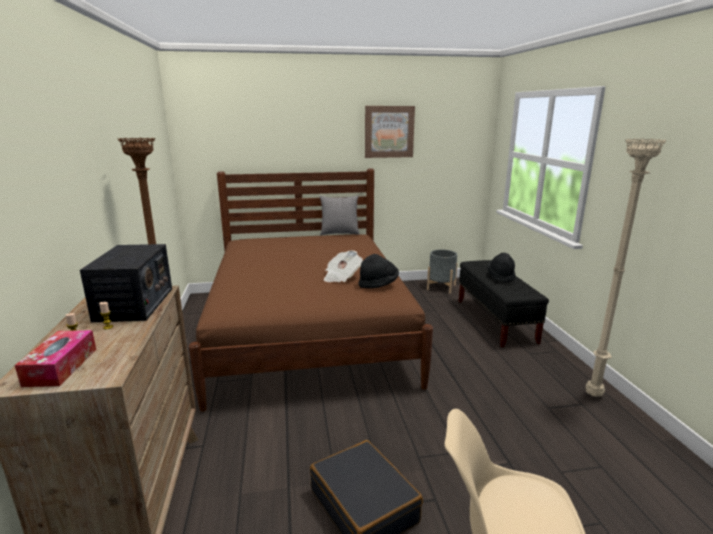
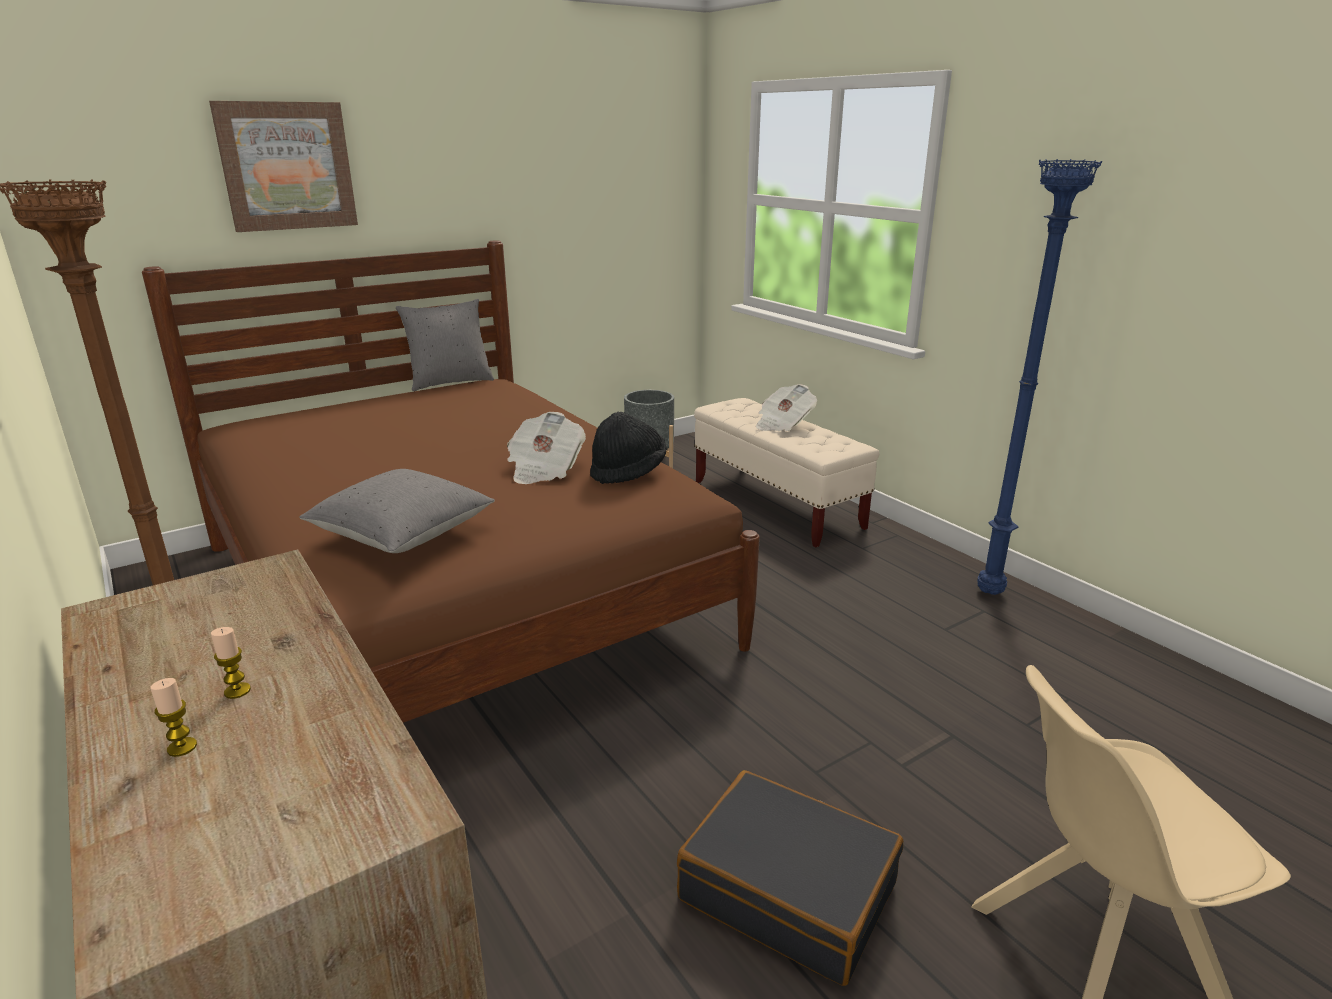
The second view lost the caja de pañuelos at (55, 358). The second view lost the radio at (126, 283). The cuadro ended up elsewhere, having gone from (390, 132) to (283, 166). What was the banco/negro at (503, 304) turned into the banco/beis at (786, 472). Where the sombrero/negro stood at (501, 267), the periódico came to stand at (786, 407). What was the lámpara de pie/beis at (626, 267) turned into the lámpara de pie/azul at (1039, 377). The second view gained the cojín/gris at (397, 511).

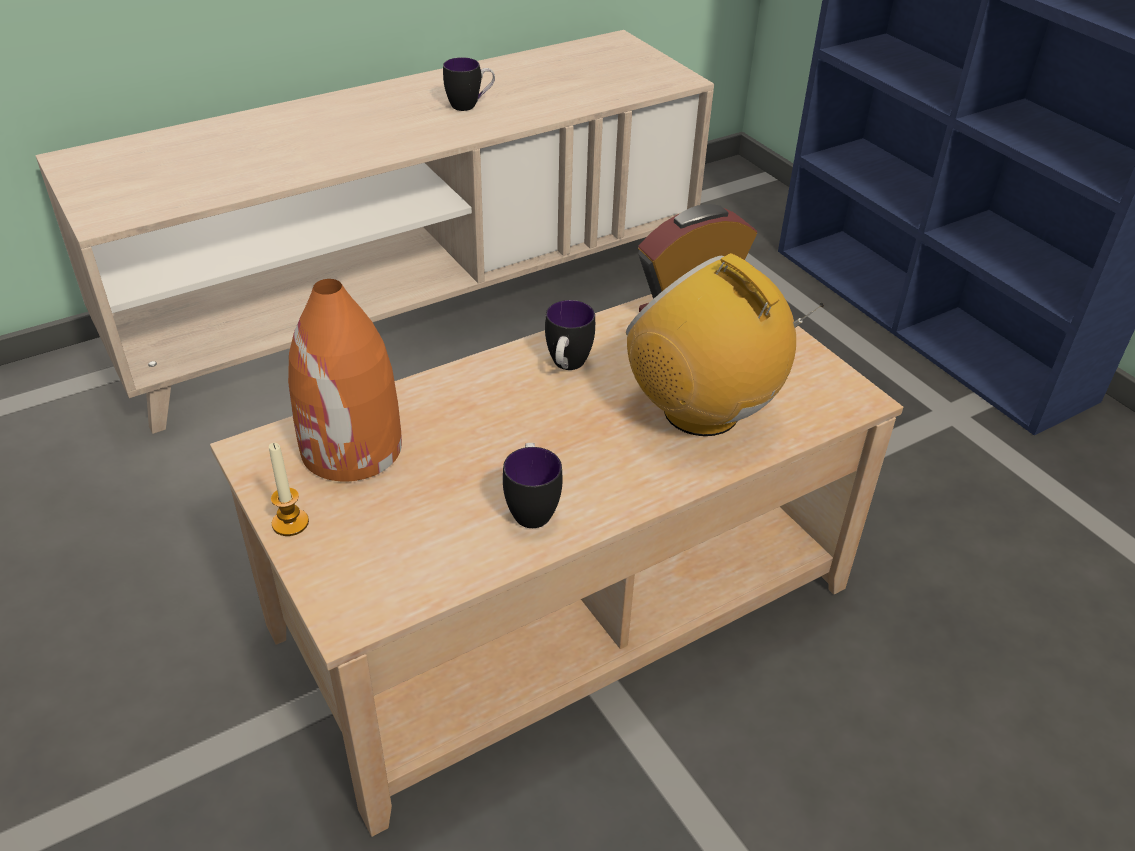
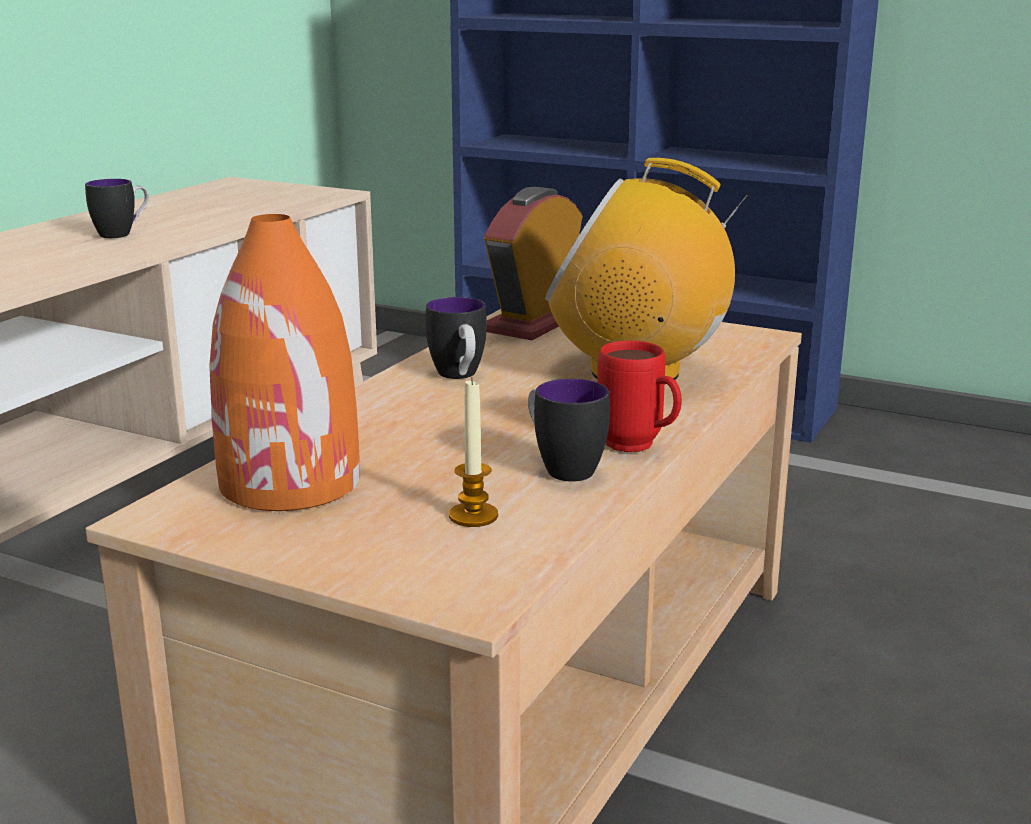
The vela ended up elsewhere, having gone from (289, 489) to (473, 453). The second view gained the taza grande/rojo at (639, 396).

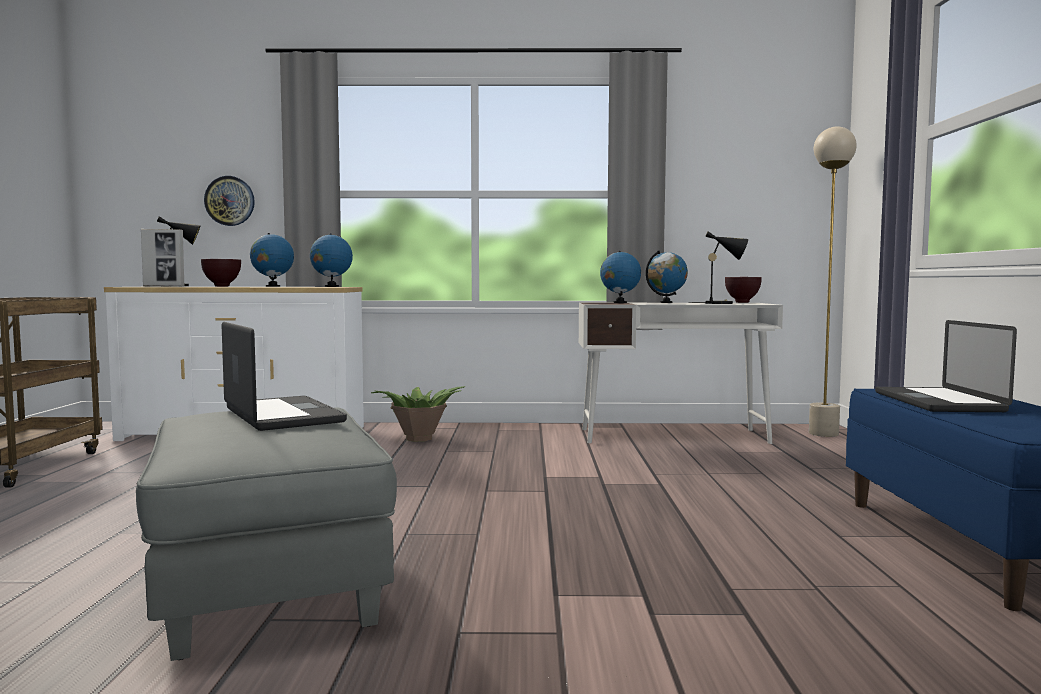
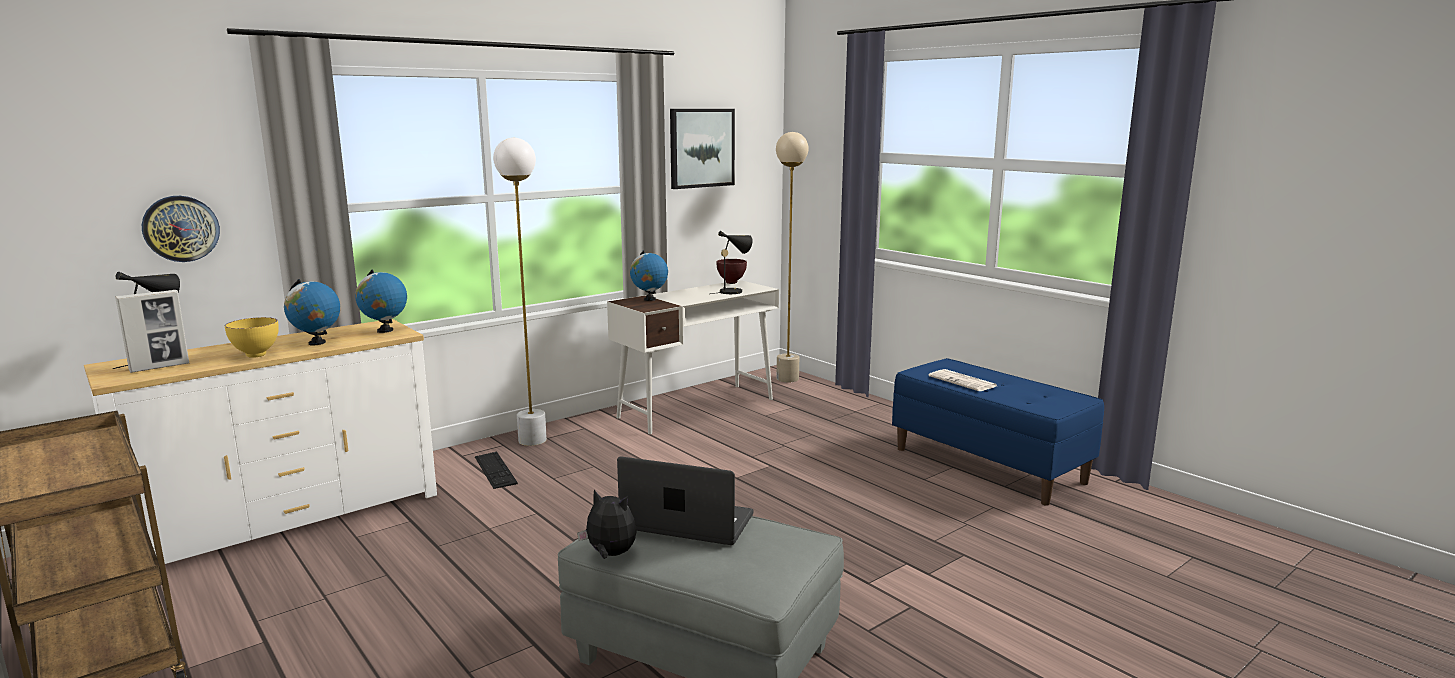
What was the cuenco/marrón at (221, 273) turned into the cuenco/amarillo at (252, 337). Where the planta en maceta stood at (418, 414), the teclado came to stand at (496, 470). The second view lost the globo terráqueo at (667, 276). Where the portátil stood at (946, 366), the periódico came to stand at (962, 380). The second view gained the lámpara de pie/blanco at (520, 292). The second view gained the peluche at (607, 524). The second view gained the cuadro at (702, 149).

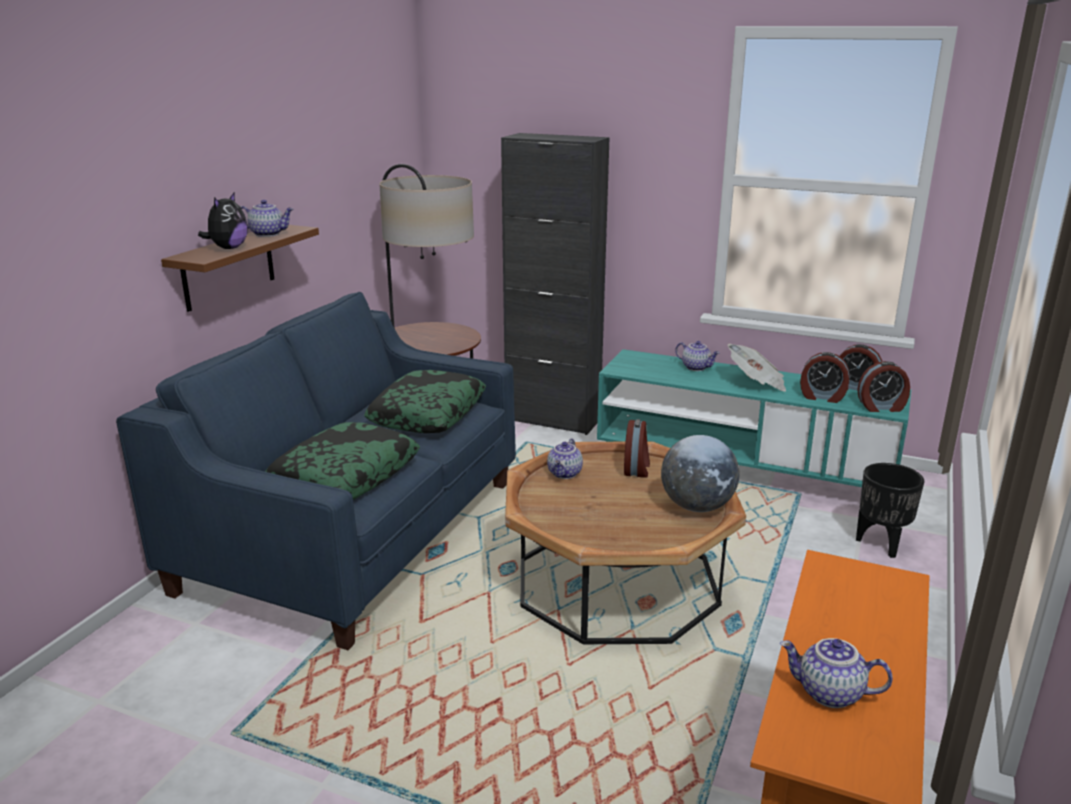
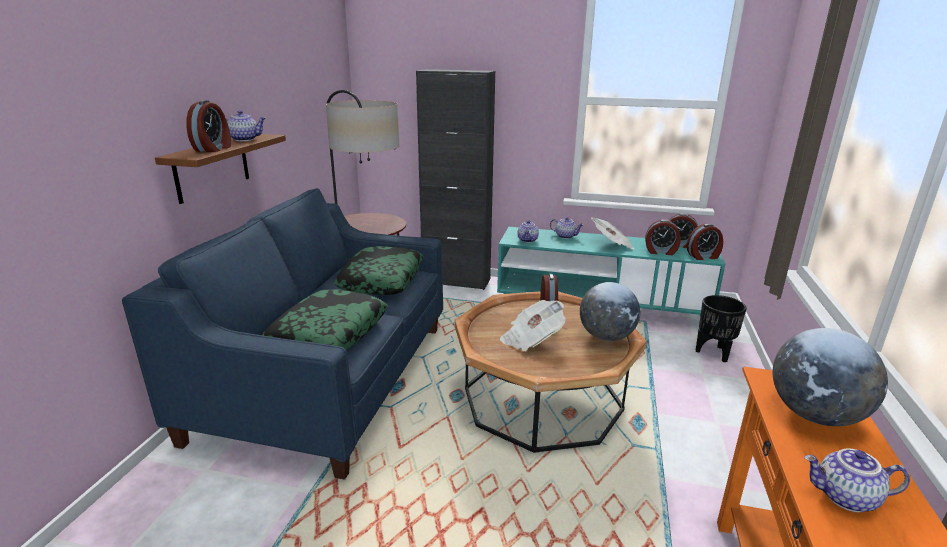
Where the peluche stood at (223, 221), the despertador came to stand at (208, 126). The tetera ended up elsewhere, having gone from (565, 458) to (528, 231). The second view gained the periódico at (533, 325). The second view gained the globo terráqueo at (830, 377).

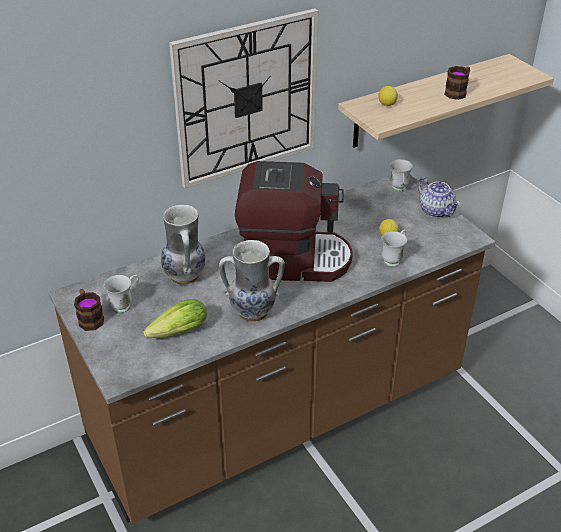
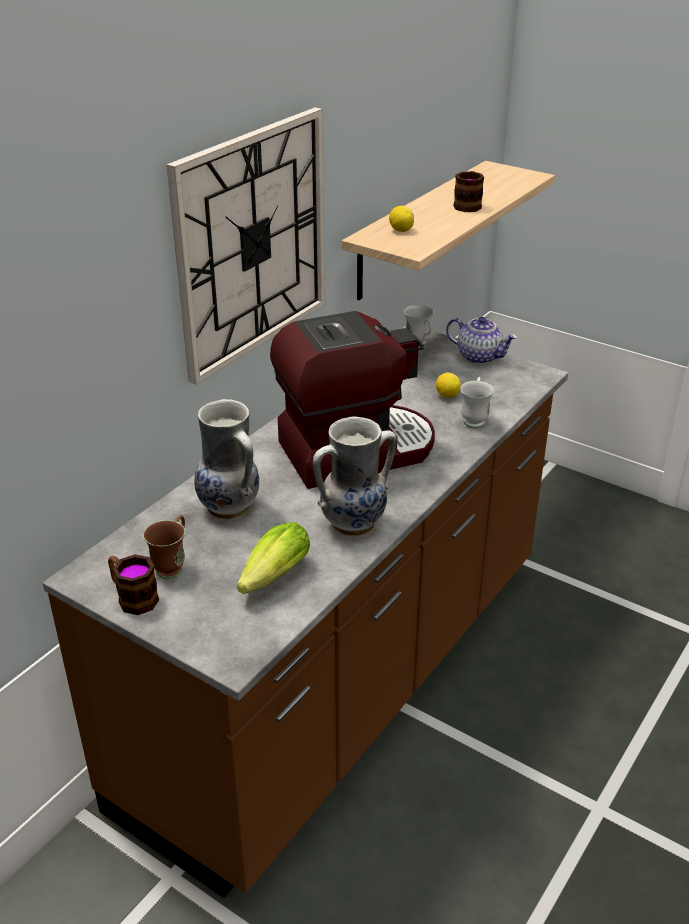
What was the taza grande/blanco at (121, 294) turned into the taza grande/marrón at (164, 546).

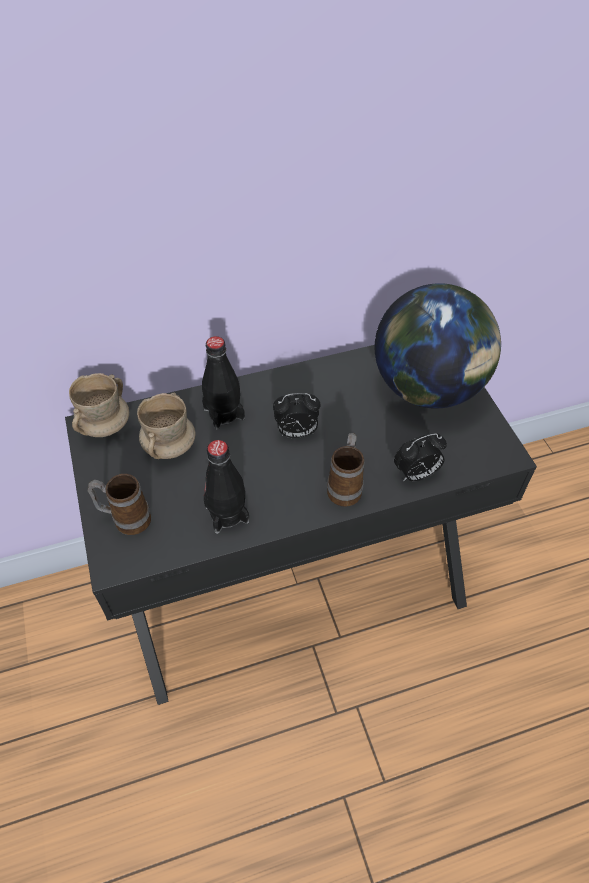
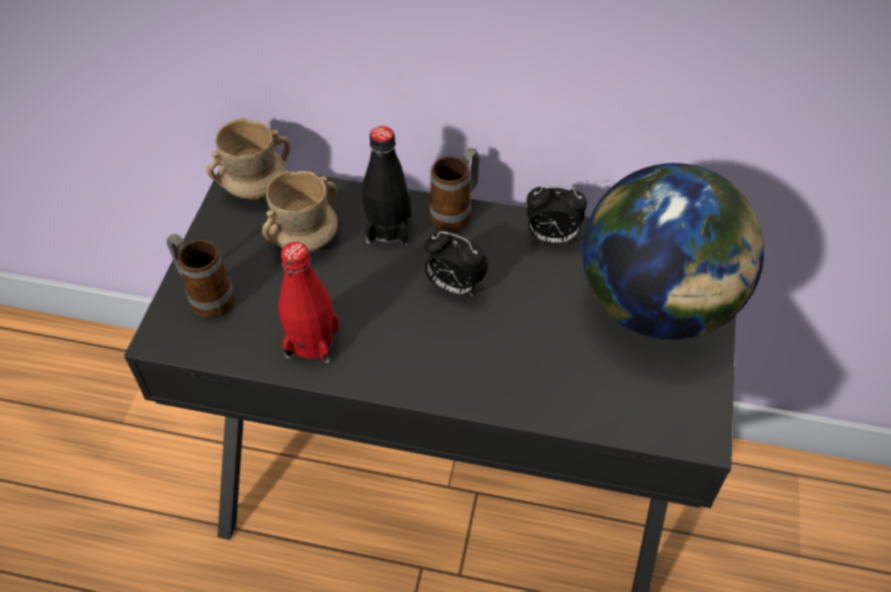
What was the botella/negro at (226, 487) turned into the botella/rojo at (308, 302). The taza grande ended up elsewhere, having gone from (345, 469) to (454, 190). The despertador ended up elsewhere, having gone from (420, 457) to (557, 214).

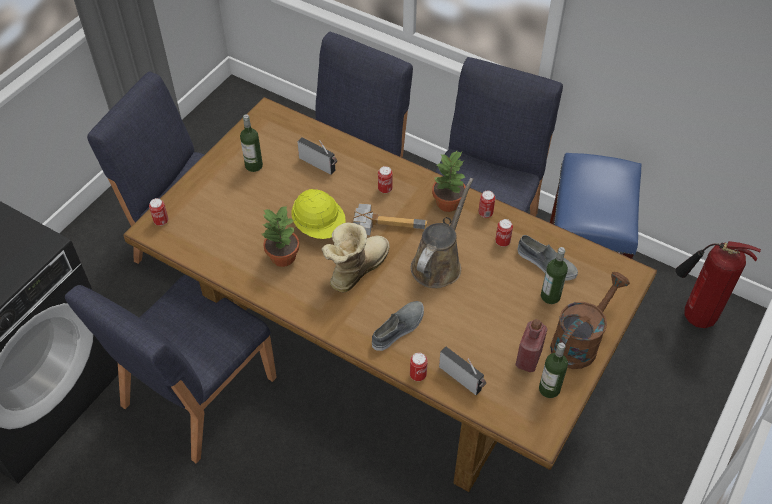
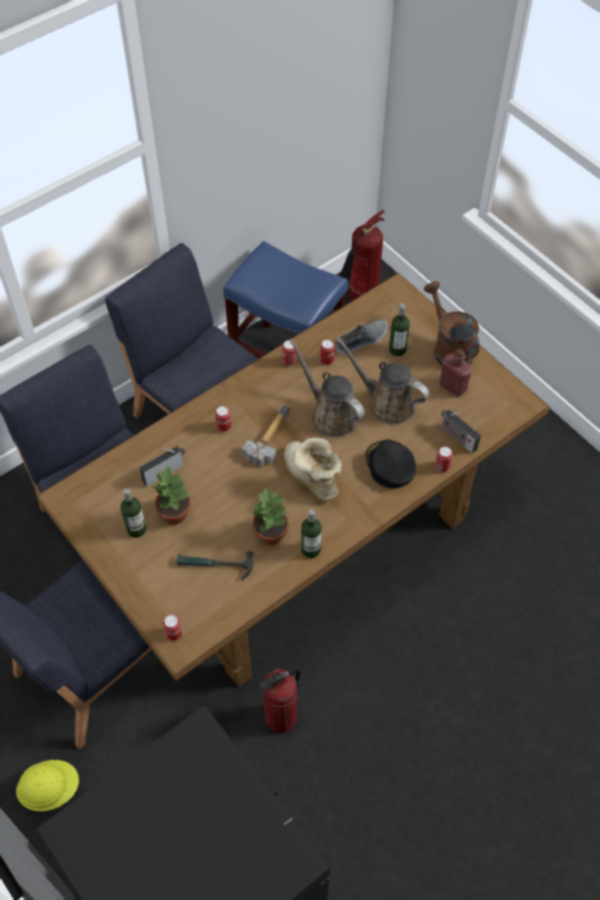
Where the silla/azul stood at (171, 369), the extintor came to stand at (279, 700). The casco/amarillo ended up elsewhere, having gone from (318, 214) to (47, 785). Where the zapato/gris stood at (398, 326), the gorra/negro came to stand at (390, 463). The planta en maceta ended up elsewhere, having gone from (449, 181) to (171, 495). The radio at (462, 371) ended up facing another way, 105 degrees counterclockwise from before. The botella ended up elsewhere, having gone from (553, 370) to (311, 533). The second view gained the martillo at (215, 565). The second view gained the regadera/marrón at (383, 381).

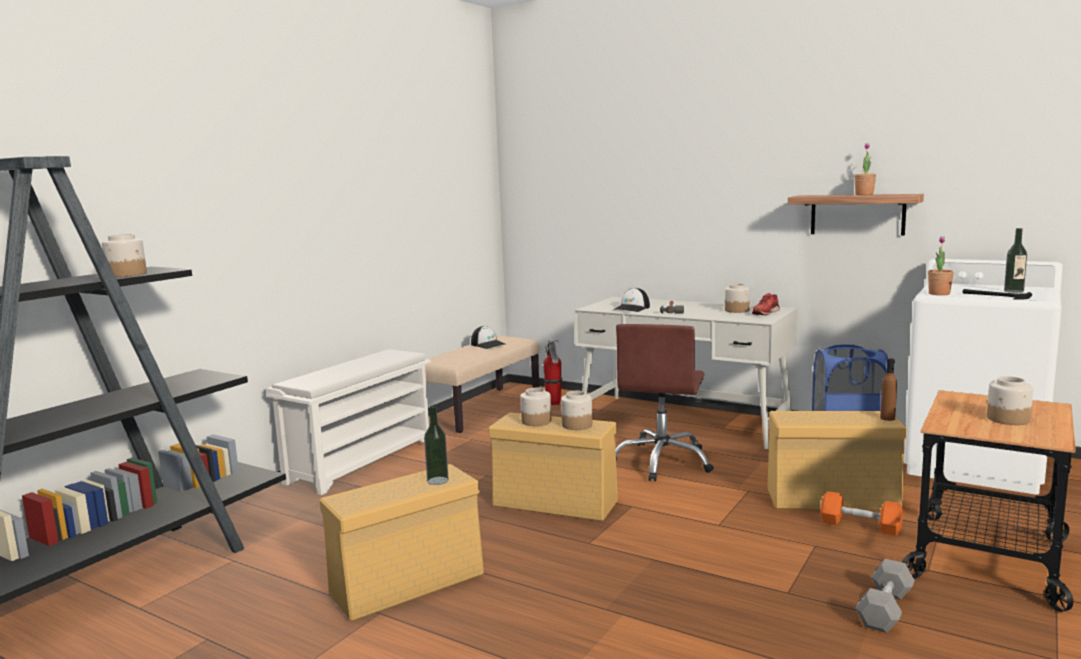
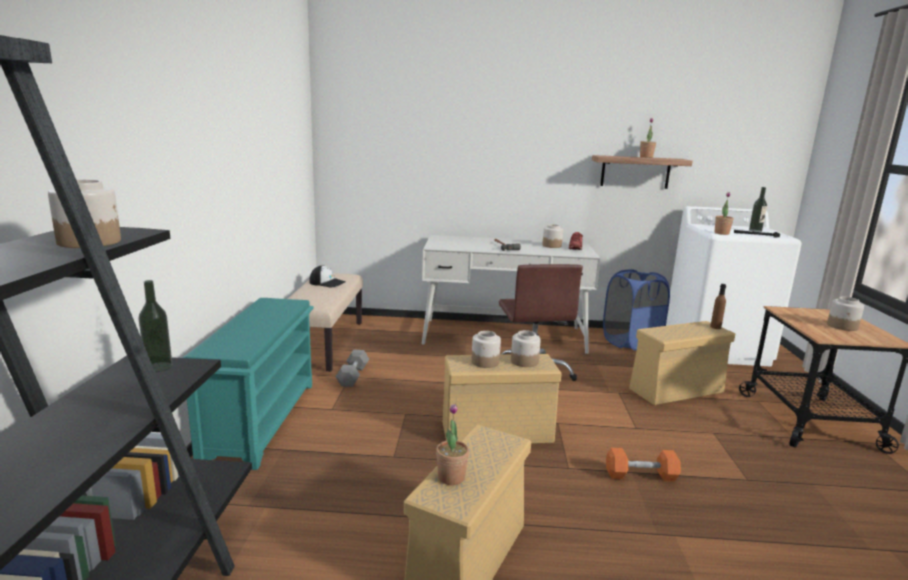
What was the zapatero/blanco at (348, 422) turned into the zapatero/turquesa at (248, 384). The botella ended up elsewhere, having gone from (436, 445) to (155, 326). The second view lost the extintor at (552, 372). The second view lost the gorra at (631, 300). The mancuerna/naranja ended up elsewhere, having gone from (861, 513) to (643, 464). The mancuerna/gris ended up elsewhere, having gone from (885, 596) to (352, 368). The second view gained the planta en maceta at (452, 444).

